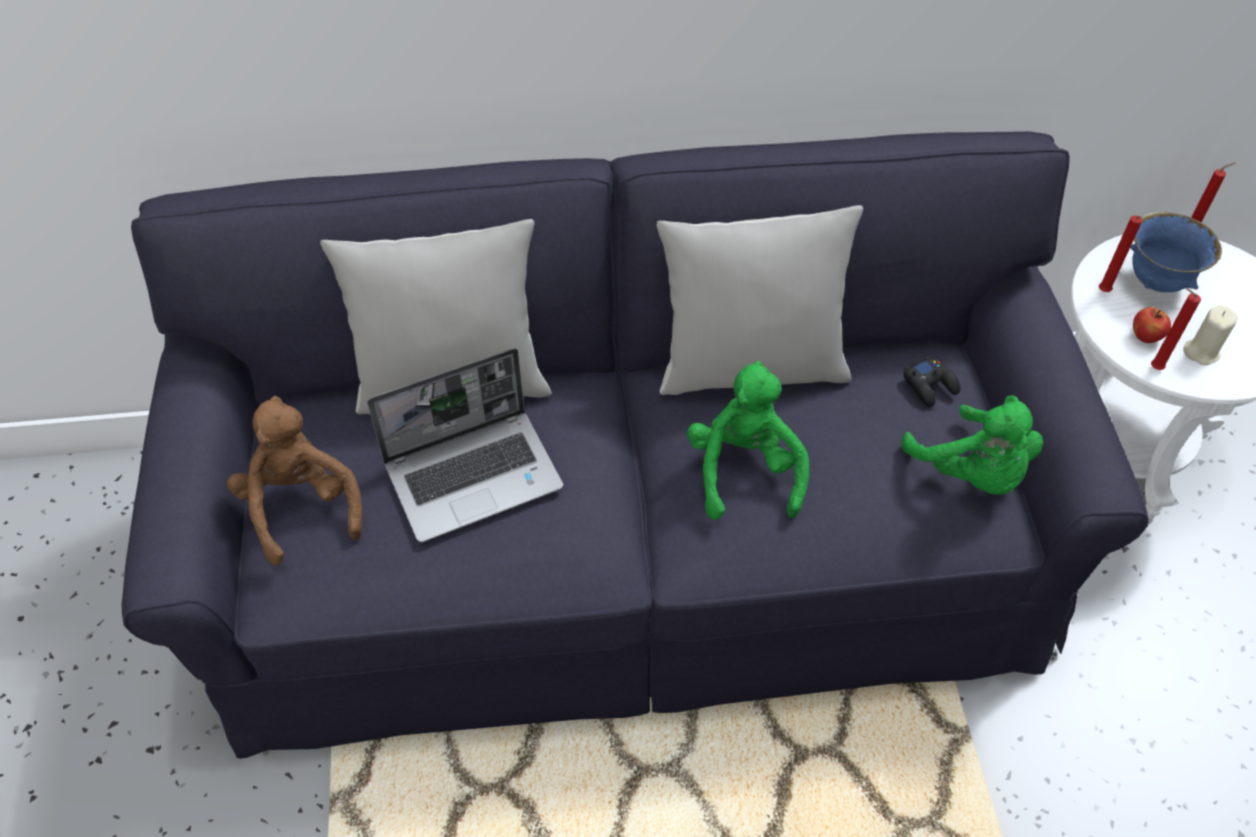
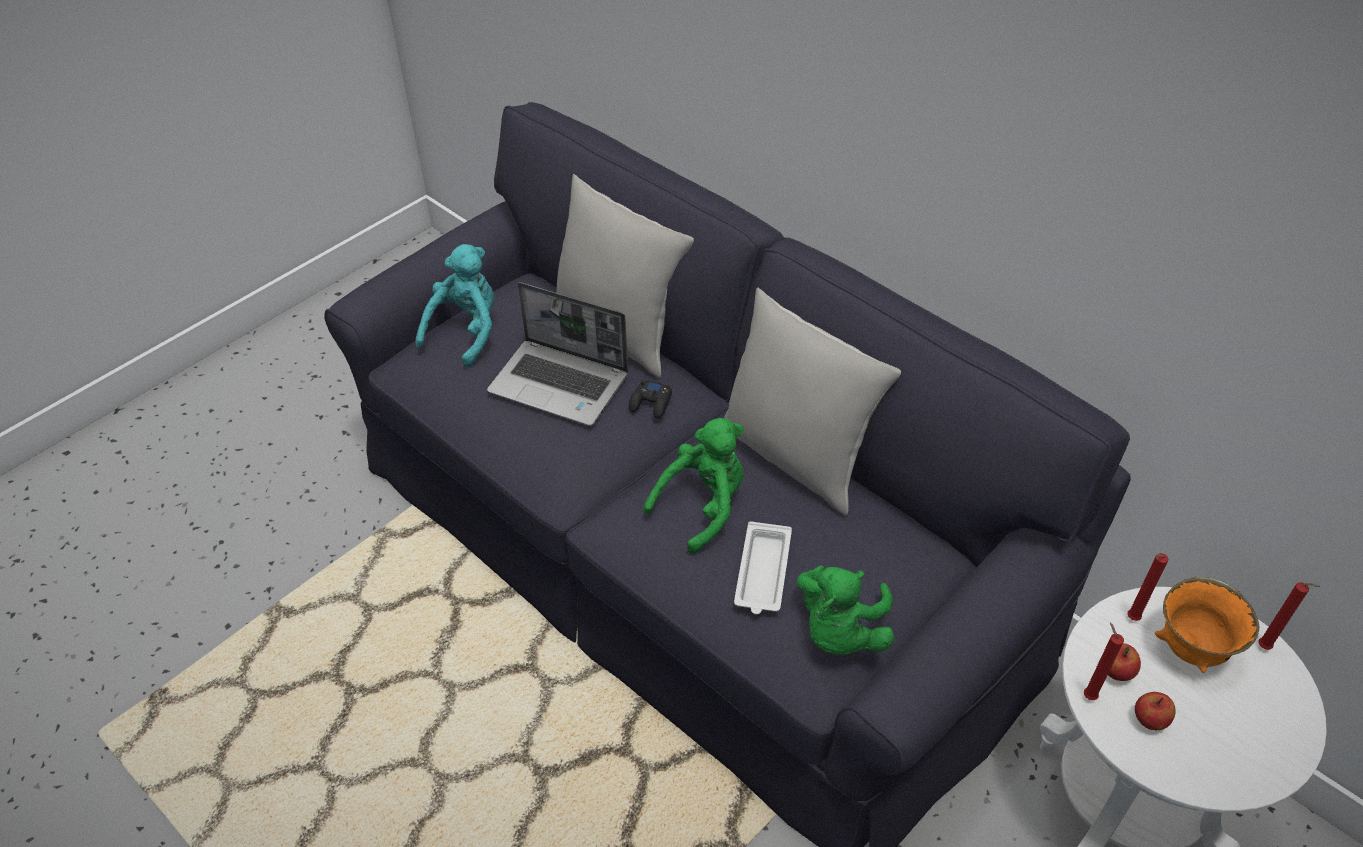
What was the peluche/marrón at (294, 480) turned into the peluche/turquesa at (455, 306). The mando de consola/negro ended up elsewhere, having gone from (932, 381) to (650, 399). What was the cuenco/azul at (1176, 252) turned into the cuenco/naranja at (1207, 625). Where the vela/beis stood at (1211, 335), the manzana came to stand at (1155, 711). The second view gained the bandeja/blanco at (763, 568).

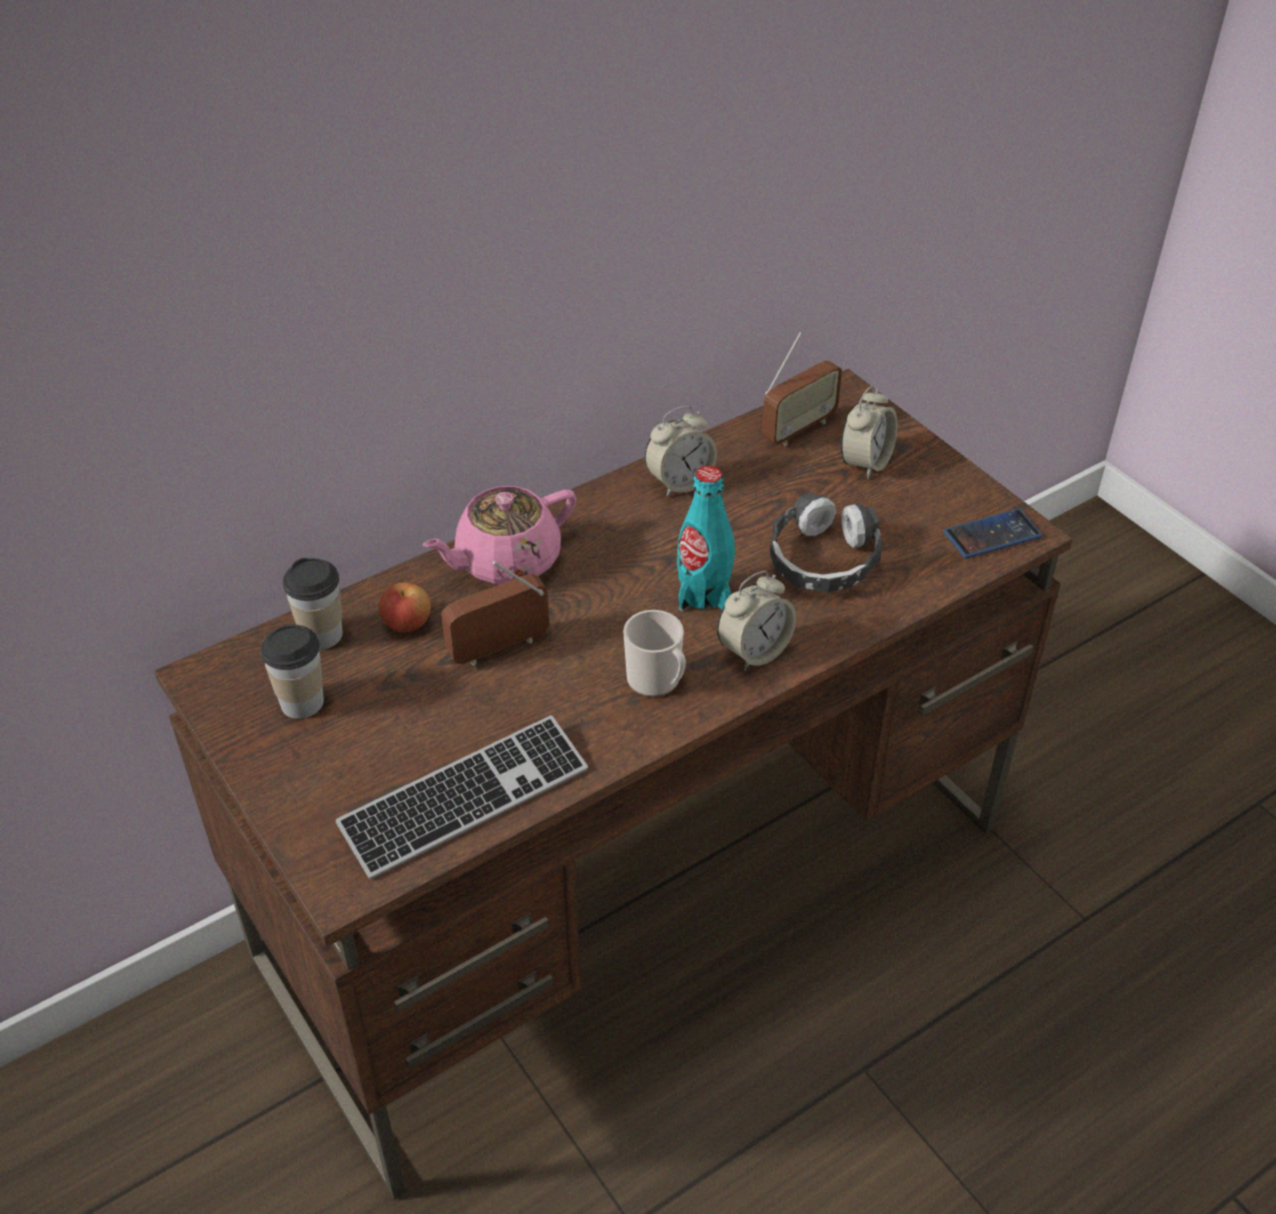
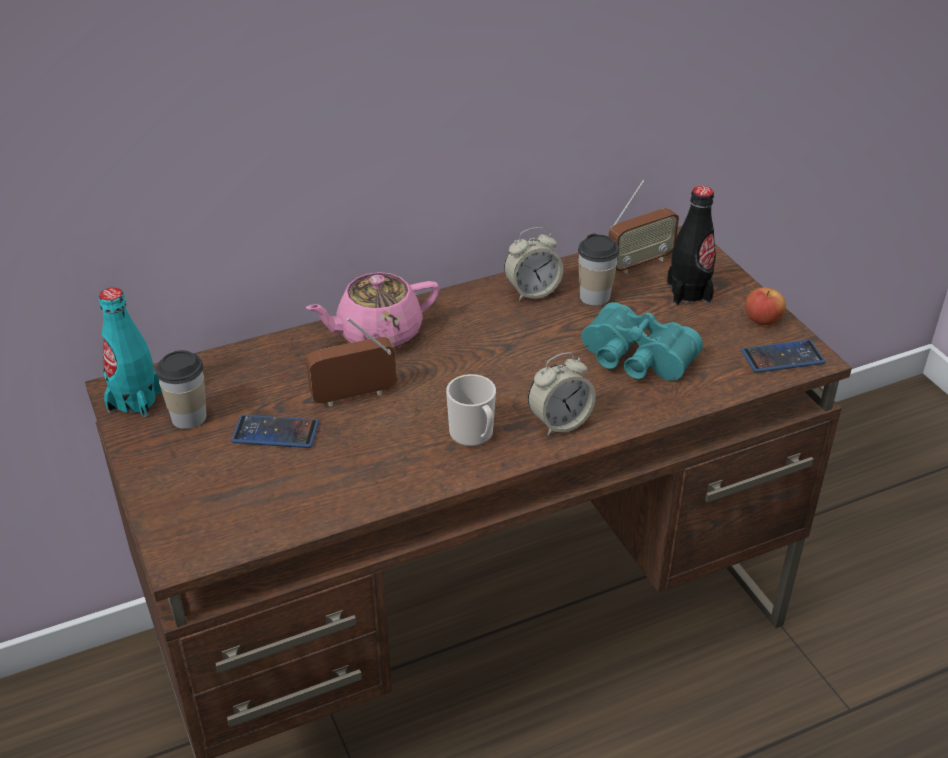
The taza ended up elsewhere, having gone from (313, 604) to (598, 270). The second view lost the teclado at (462, 797). The manzana ended up elsewhere, having gone from (404, 607) to (765, 306). The botella/turquesa ended up elsewhere, having gone from (706, 538) to (130, 352). Where the auriculares stood at (825, 542), the prismáticos/turquesa came to stand at (642, 341). Where the despertador stood at (869, 432), the botella/negro came to stand at (691, 245). The second view gained the móvil at (275, 431).

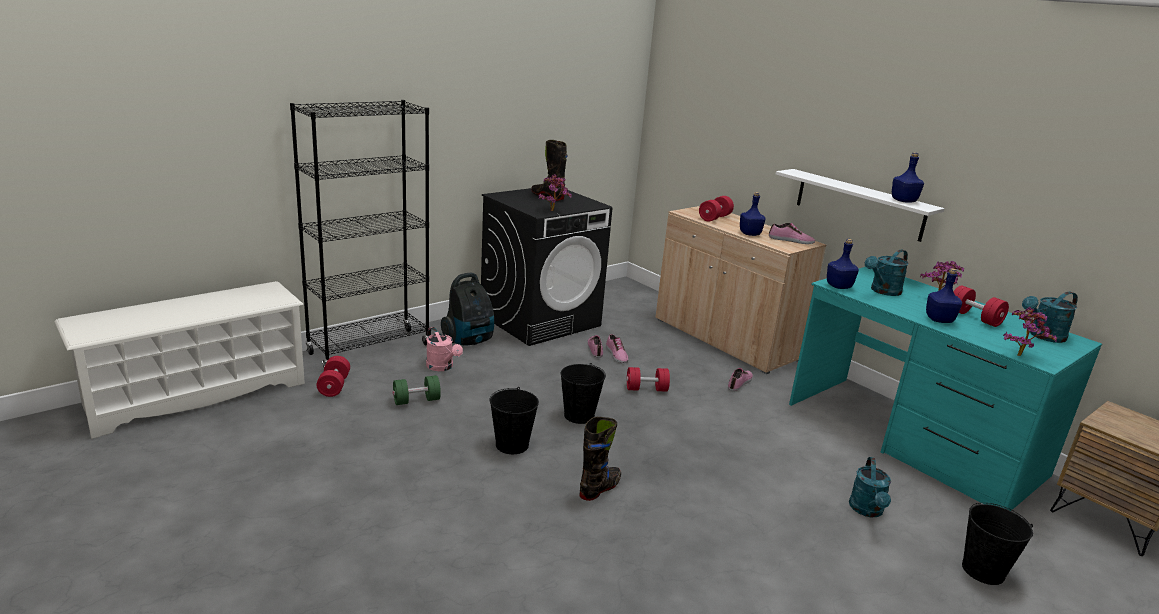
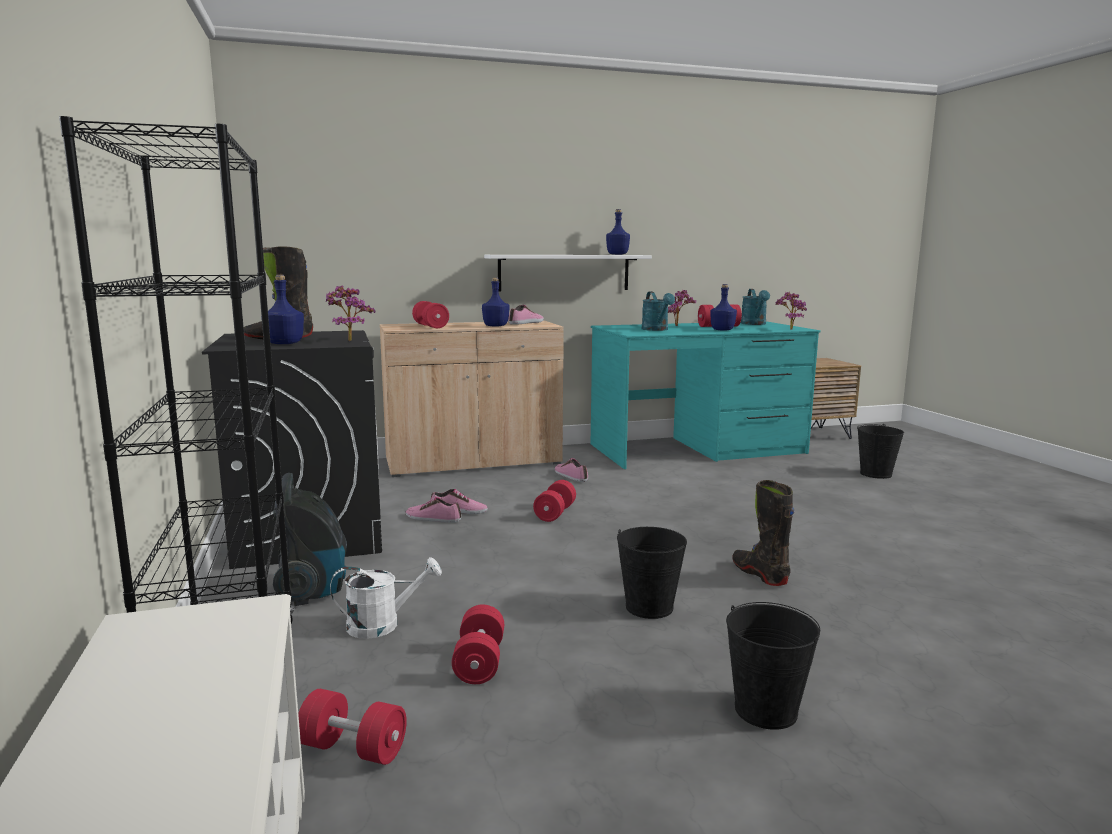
What was the mancuerna/verde at (417, 390) turned into the mancuerna/rojo at (478, 644). What was the regadera/rosa at (444, 349) turned into the regadera/blanco at (386, 598). The cubo/negro ended up elsewhere, having gone from (583, 393) to (773, 666). The botella/azul ended up elsewhere, having gone from (843, 264) to (282, 309). The second view lost the regadera/turquesa at (870, 487).

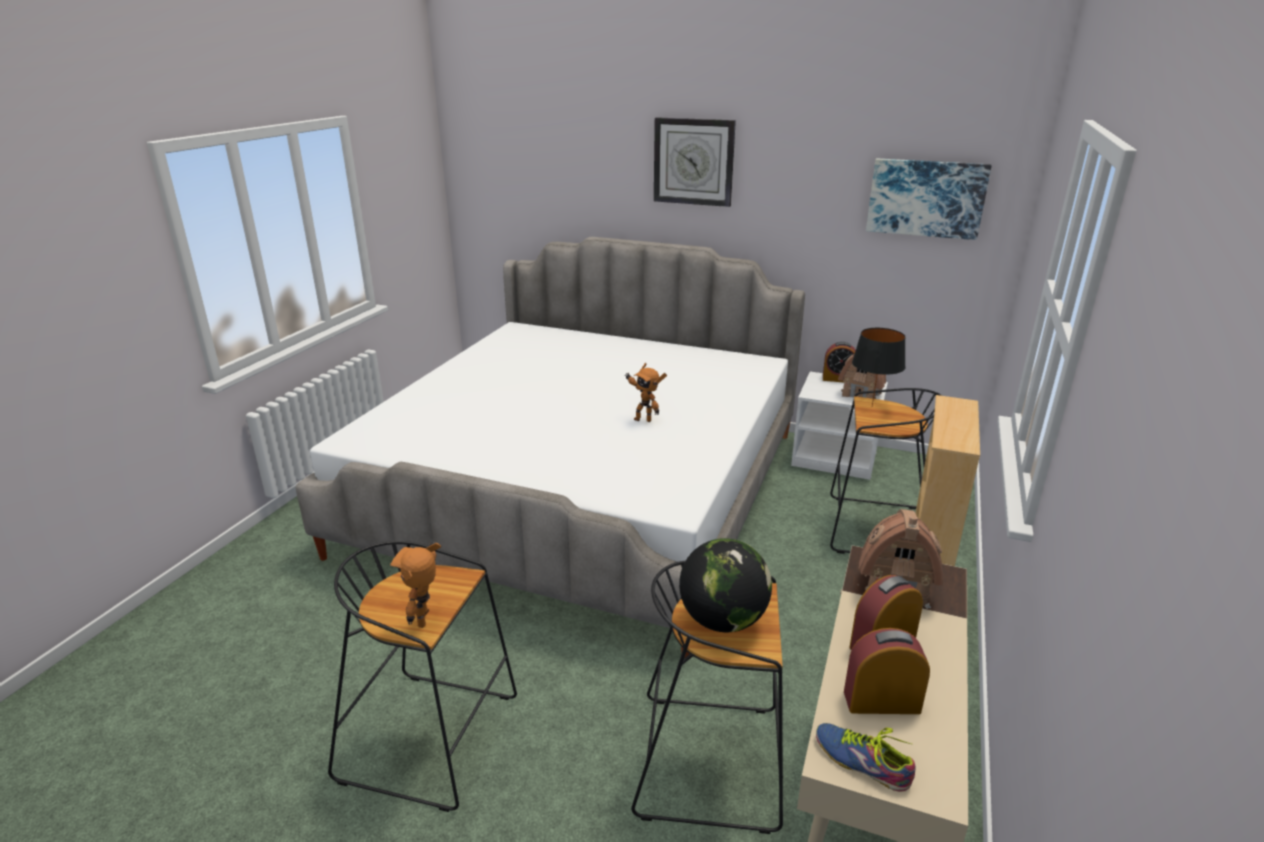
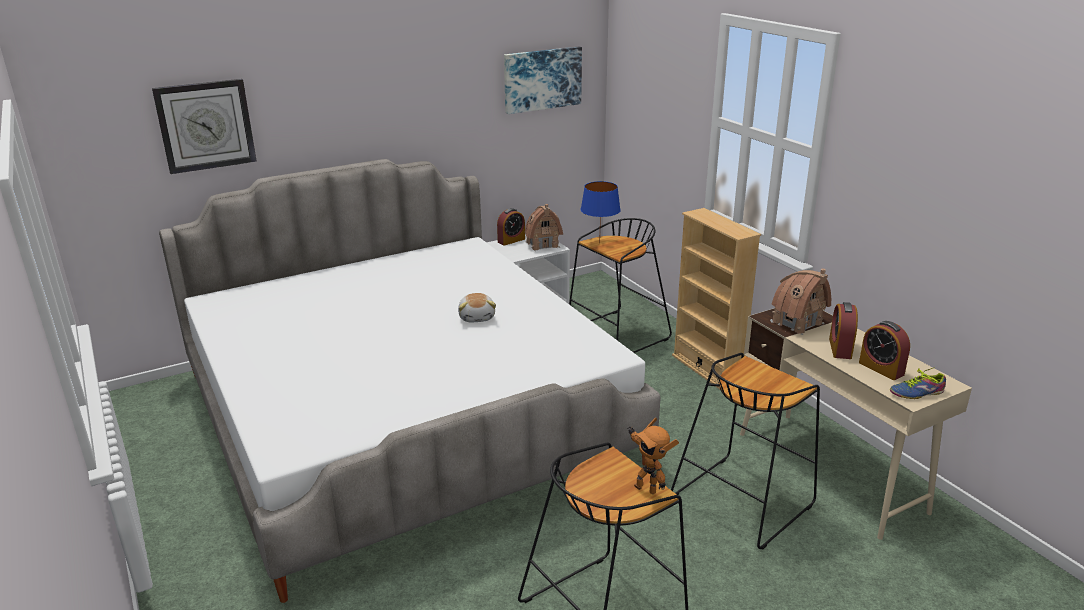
Where the robot de juguete stood at (646, 392), the peluche came to stand at (477, 307). The reloj de pared ended up elsewhere, having gone from (695, 162) to (204, 126). The second view lost the globo terráqueo at (725, 585). The despertador at (887, 671) ended up facing another way, 75 degrees counterclockwise from before. What was the lámpara de mesa/negro at (879, 367) turned into the lámpara de mesa/azul at (601, 212).

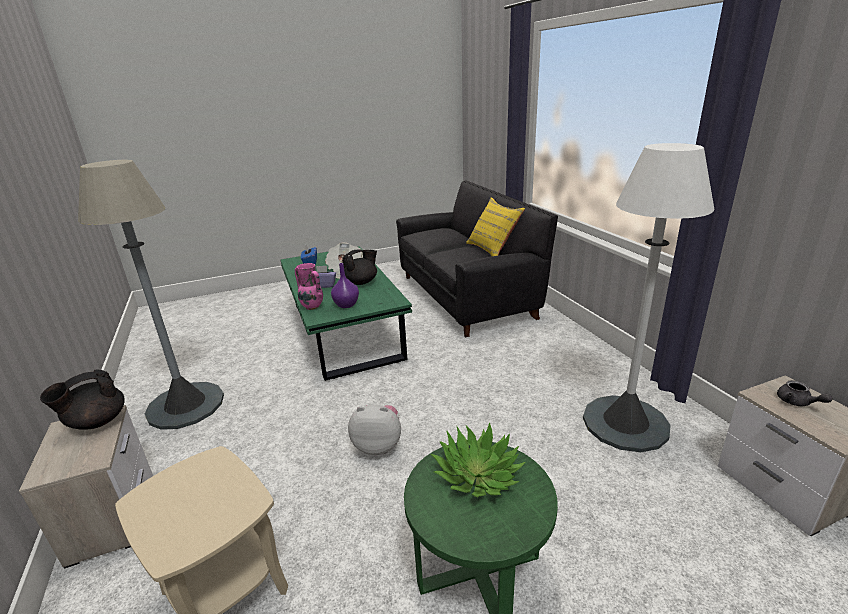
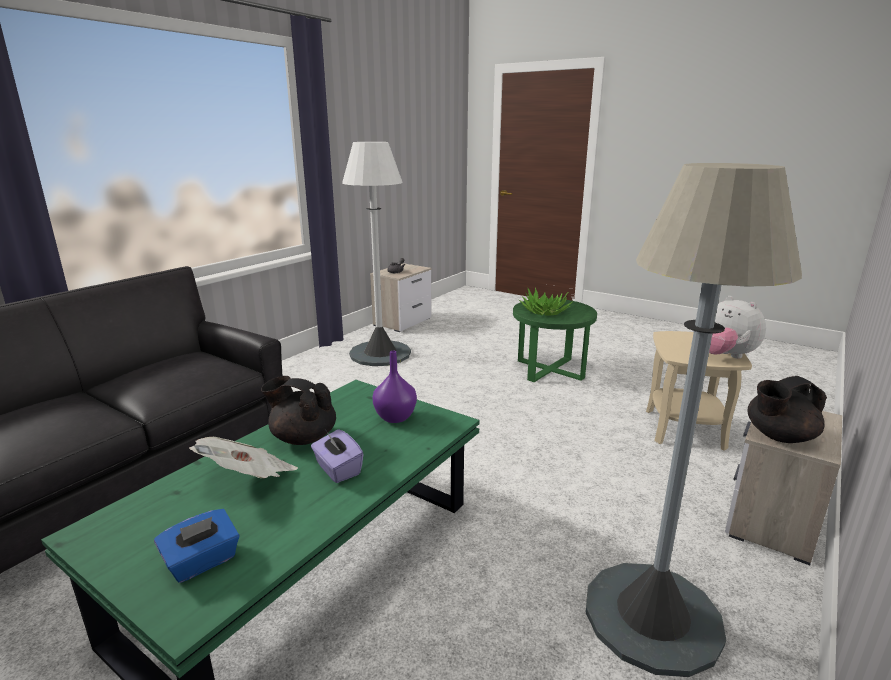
The tetera/negro at (82, 399) ended up facing another way, 150 degrees clockwise from before. The second view lost the florero/rosa at (309, 286). The peluche ended up elsewhere, having gone from (374, 429) to (737, 327). The second view lost the cojín/amarillo at (495, 226).

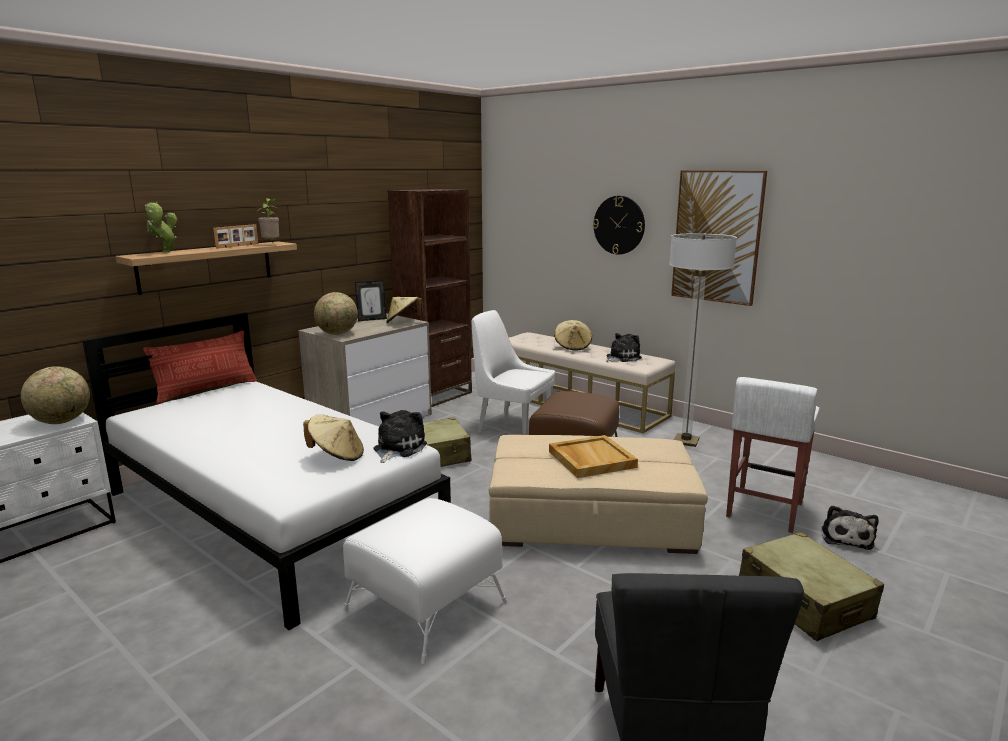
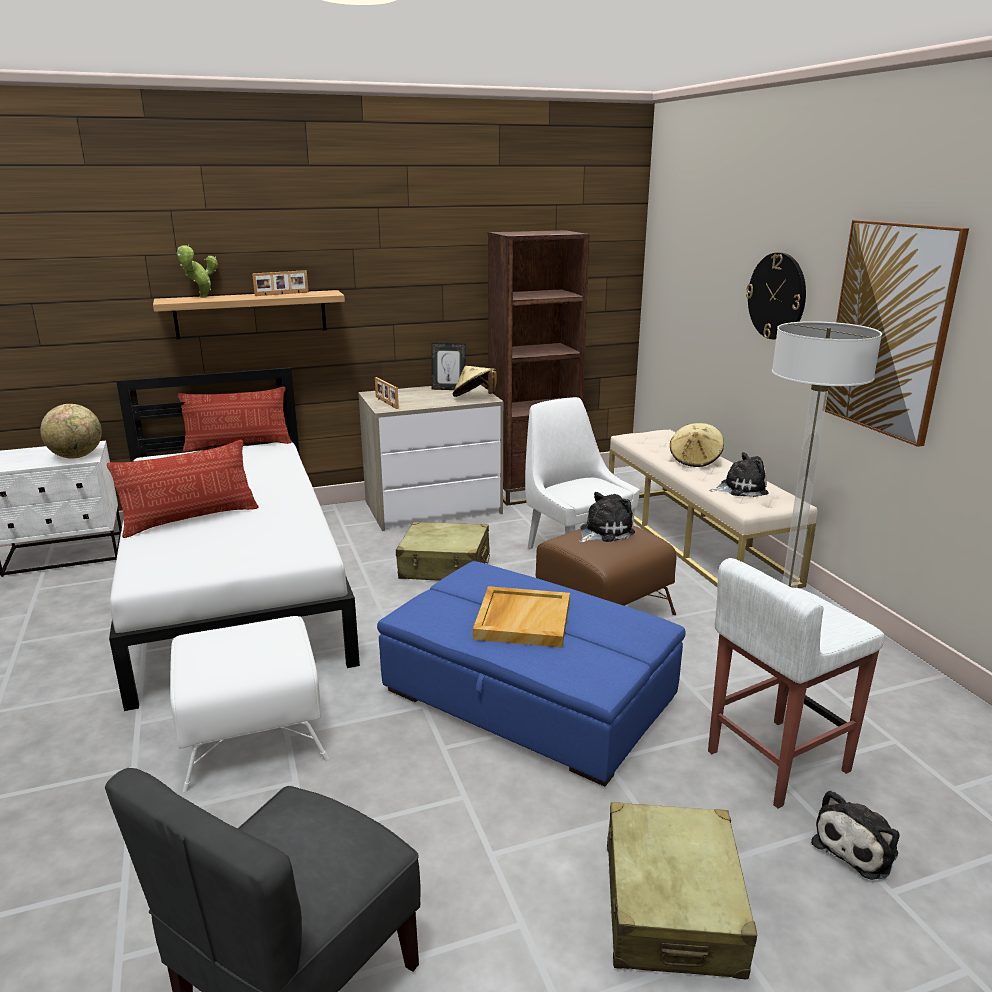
The second view lost the planta en maceta at (268, 220). The second view lost the sombrero/beis at (333, 437). Where the globo terráqueo stood at (336, 313), the portarretratos came to stand at (387, 393). The peluche ended up elsewhere, having gone from (400, 436) to (607, 517). What was the puf/beis at (598, 494) turned into the puf/azul at (531, 674). The second view gained the cojín at (183, 489).

